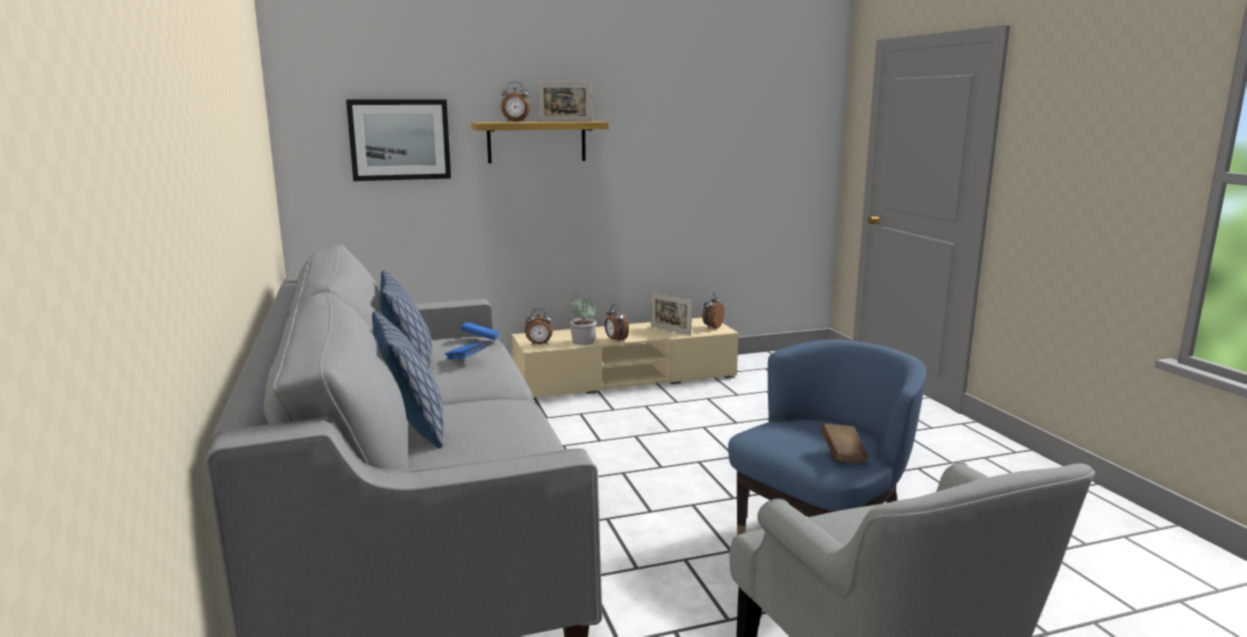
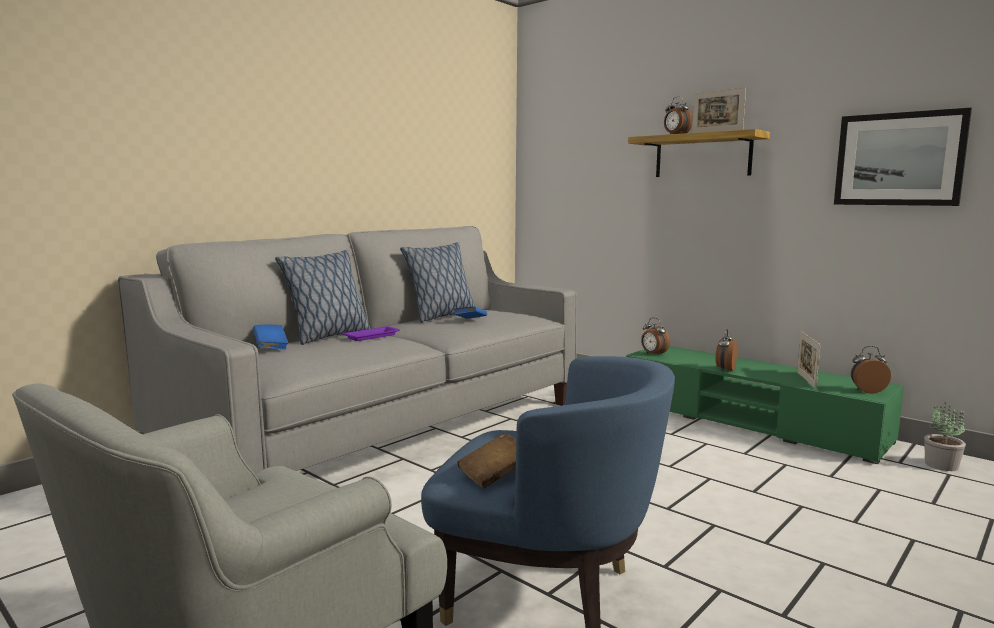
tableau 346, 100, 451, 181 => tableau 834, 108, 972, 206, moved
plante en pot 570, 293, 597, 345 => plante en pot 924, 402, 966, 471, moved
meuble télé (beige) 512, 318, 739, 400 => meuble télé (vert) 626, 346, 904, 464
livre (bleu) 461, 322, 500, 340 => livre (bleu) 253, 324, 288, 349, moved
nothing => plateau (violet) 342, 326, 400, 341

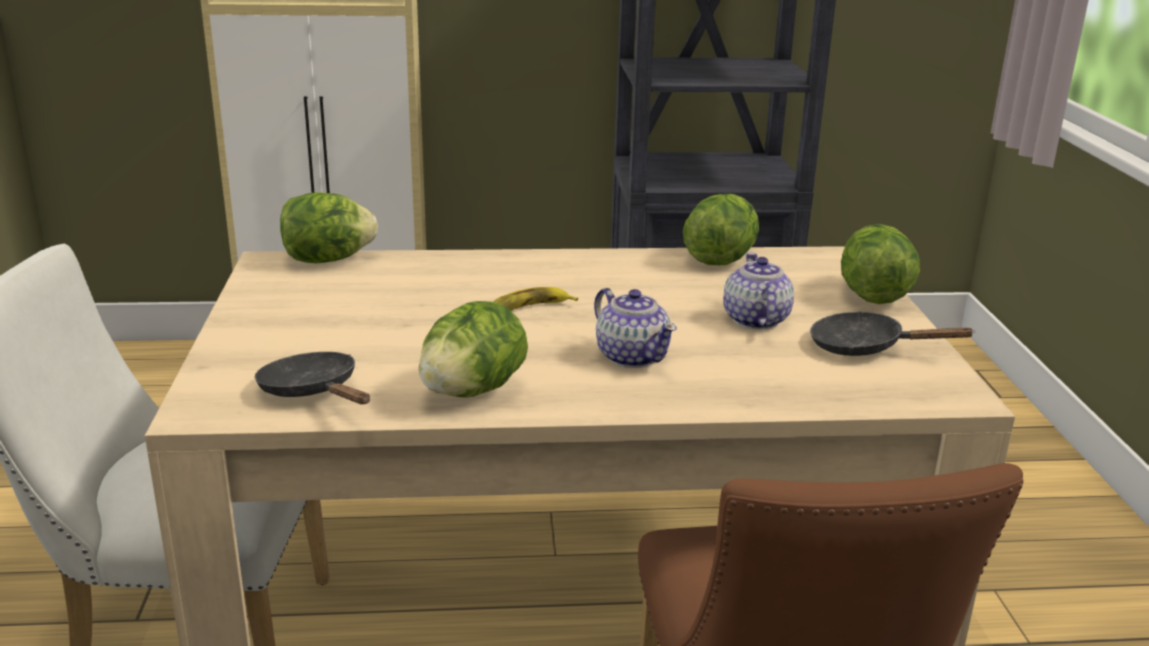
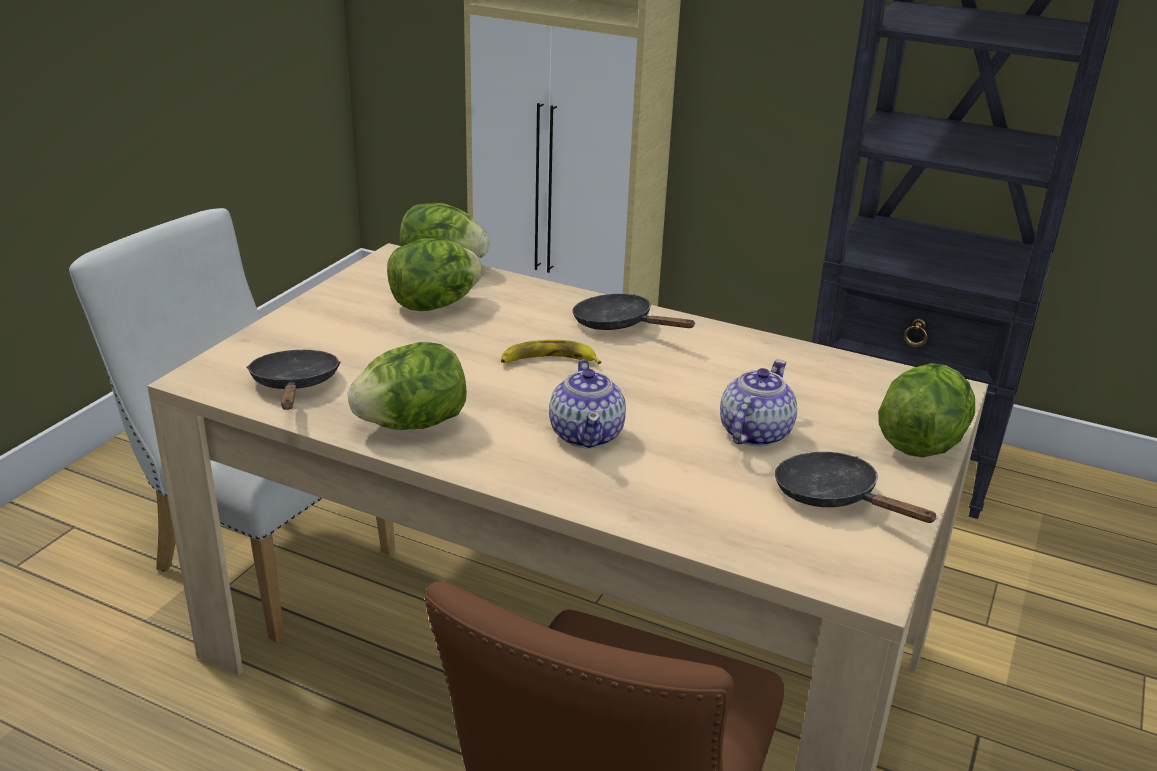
laitue 683, 194, 759, 265 => laitue 387, 238, 483, 311, moved
nothing => poêle (noir) 573, 294, 696, 330

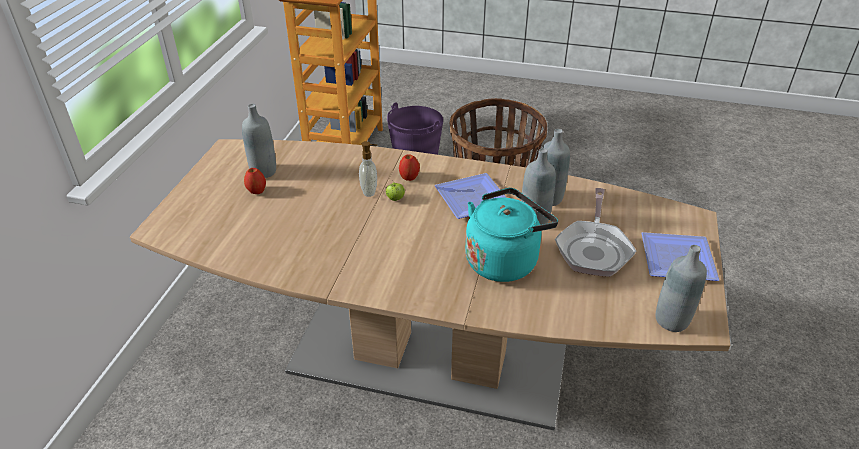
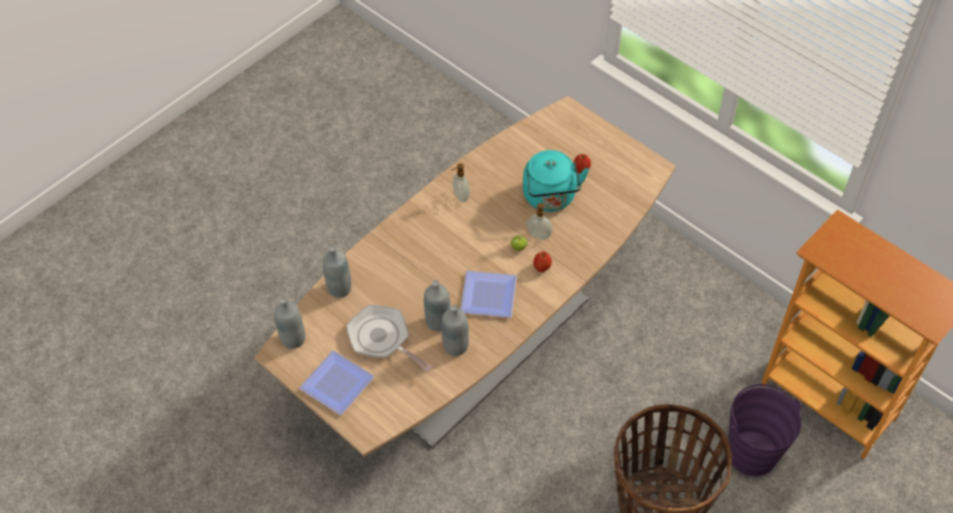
bouteille (gris) 242, 104, 276, 178 => bouteille (gris) 323, 246, 351, 298, moved
bouilloire (turquoise) 465, 188, 558, 282 => bouilloire (turquoise) 523, 150, 589, 212, moved
nothing => distributeur de savon 452, 163, 470, 202

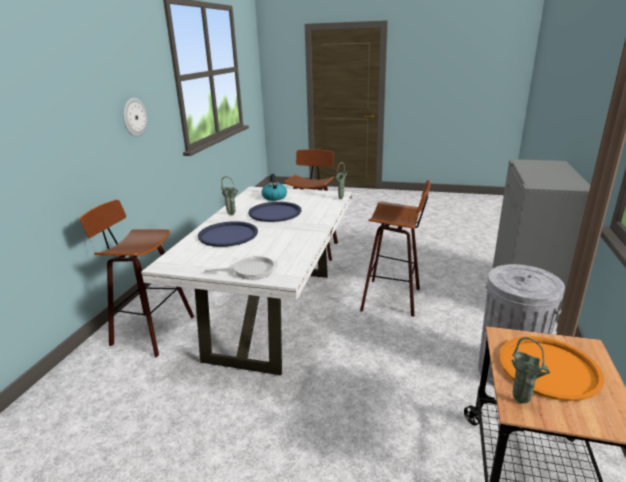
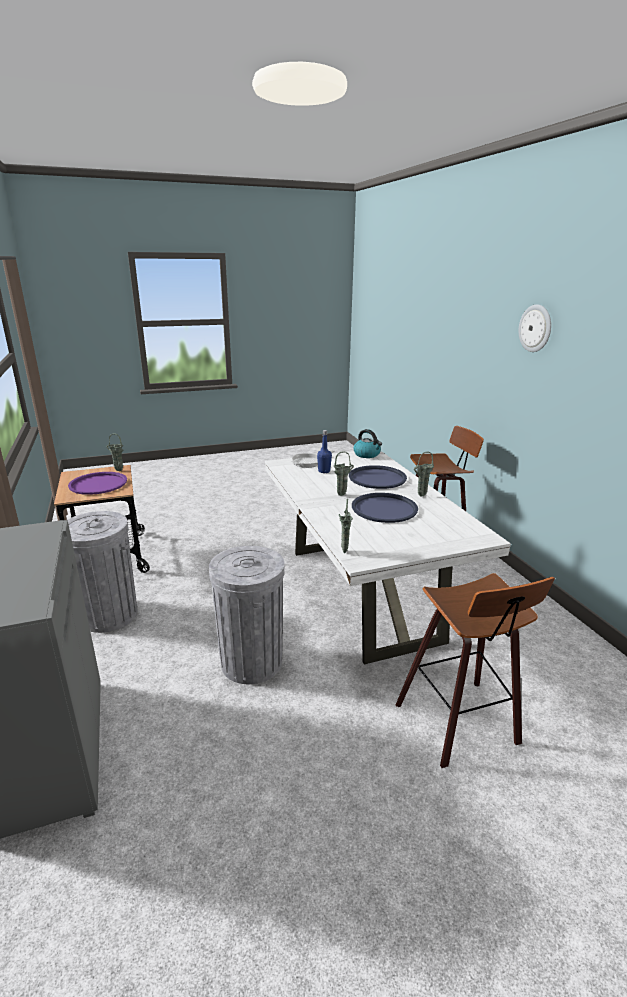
horloge murale 123, 98, 147, 137 => horloge murale 519, 304, 551, 352, moved
bouilloire 262, 174, 287, 201 => bouilloire 353, 429, 382, 458, moved
tabouret 360, 180, 431, 317 => poubelle (gris) 209, 546, 285, 684
plateau (orange) 499, 336, 604, 401 => plateau (violet) 68, 472, 127, 495
nothing => bouteille (bleu) 317, 430, 332, 473
nothing => vase (vert) 334, 451, 354, 496

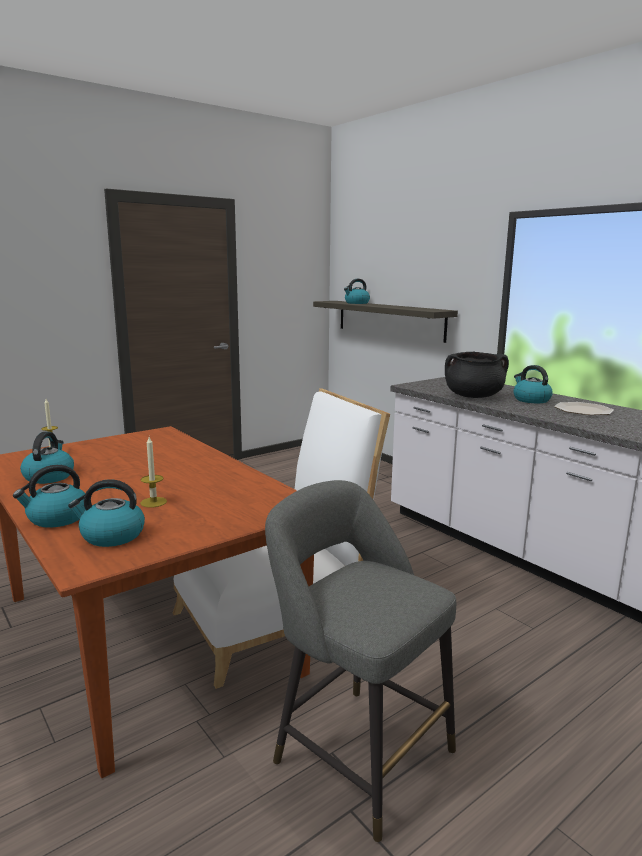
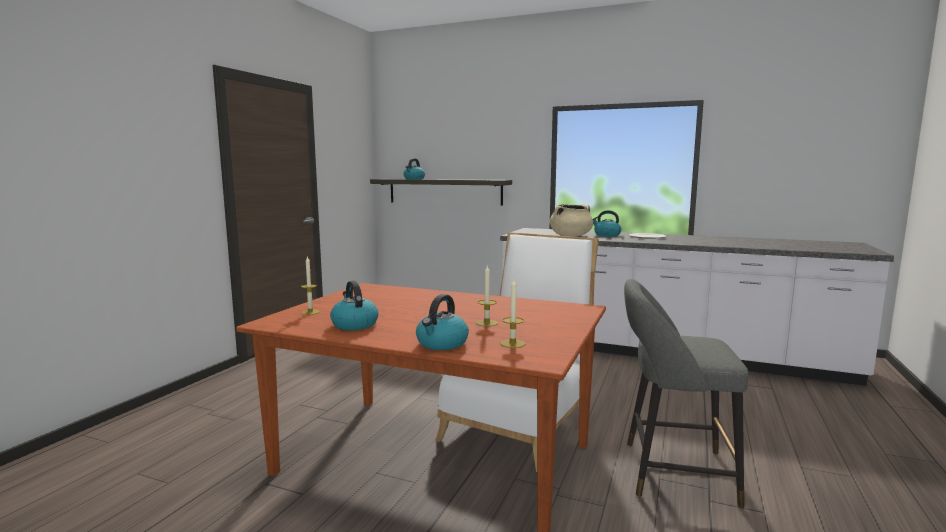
marmite (noir) 445, 352, 509, 398 => marmite (beige) 550, 204, 593, 237
bouilloire 68, 479, 145, 547 => bougie 500, 279, 525, 348

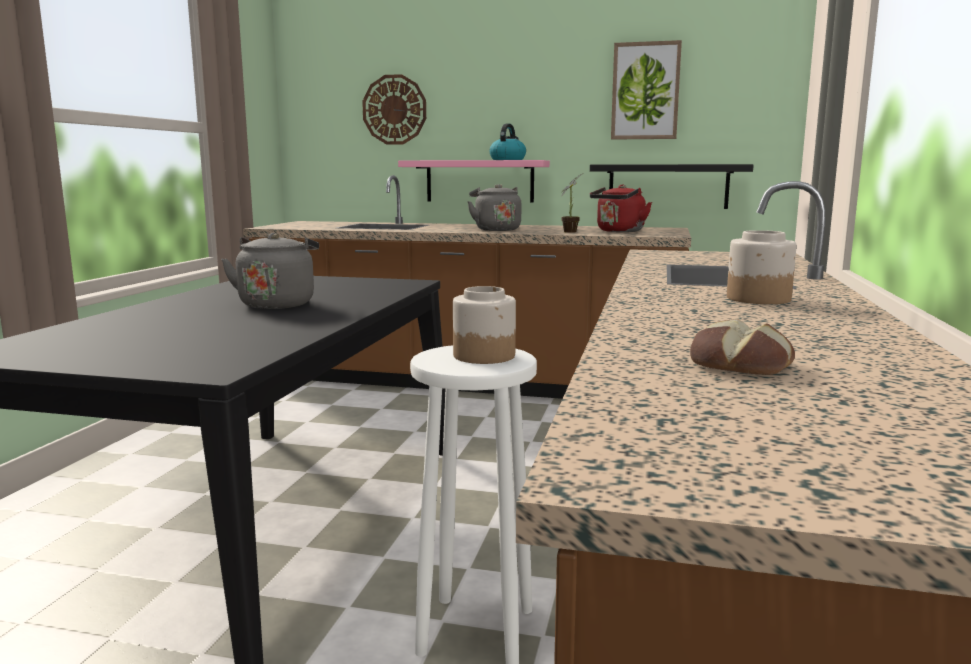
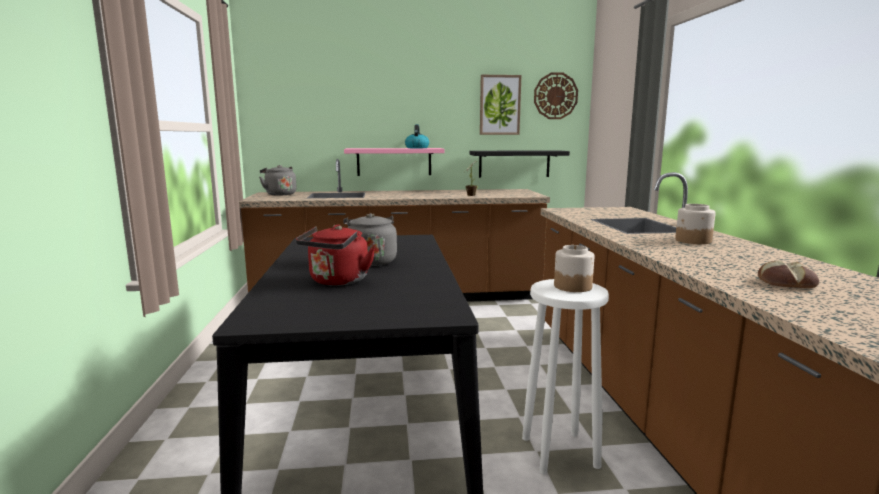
horloge murale 362, 74, 426, 145 => horloge murale 534, 72, 578, 119, moved
bouilloire (gris) 467, 184, 521, 231 => bouilloire (gris) 259, 165, 297, 195, moved
bouilloire (rouge) 590, 184, 652, 232 => bouilloire (rouge) 296, 225, 375, 286, moved

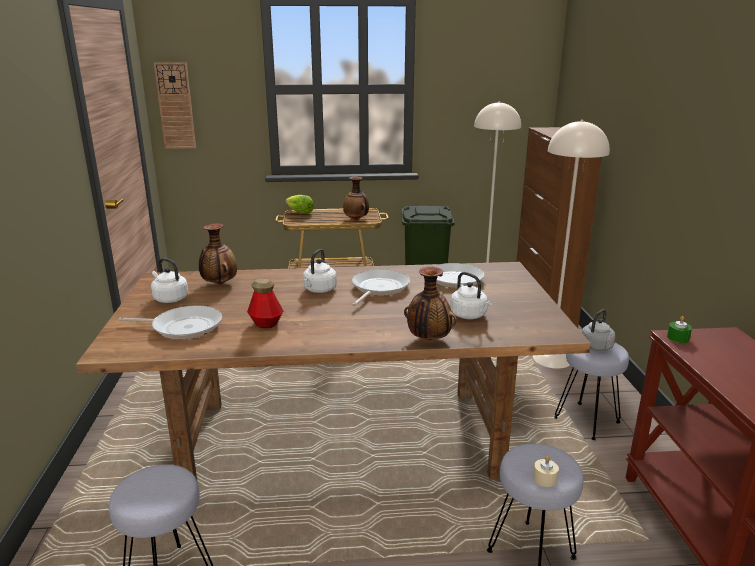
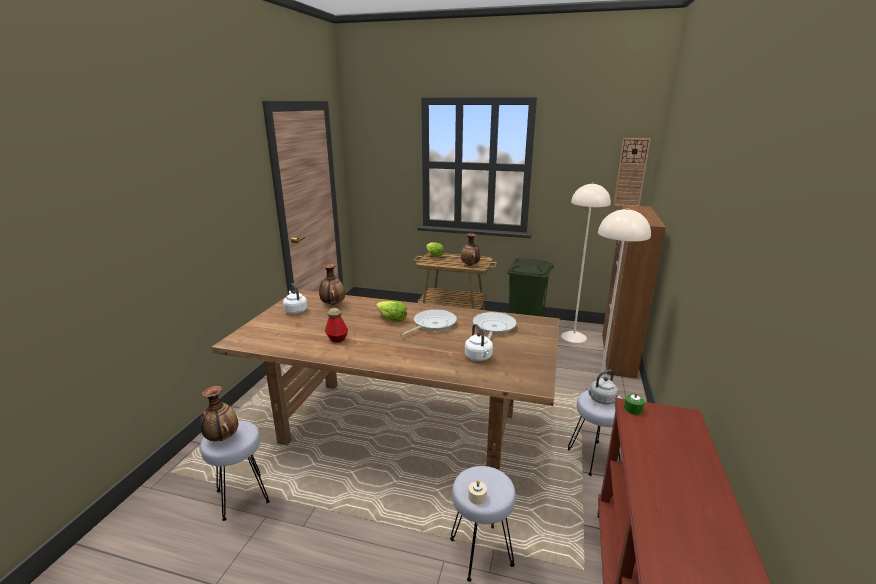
horloge murale 154, 62, 196, 149 => horloge murale 613, 138, 651, 206, moved
bouilloire (blanc) 303, 249, 337, 293 => laitue 376, 301, 407, 322
vase 404, 266, 457, 340 => vase 200, 386, 238, 441, moved
poêle 118, 306, 222, 339 => nothing

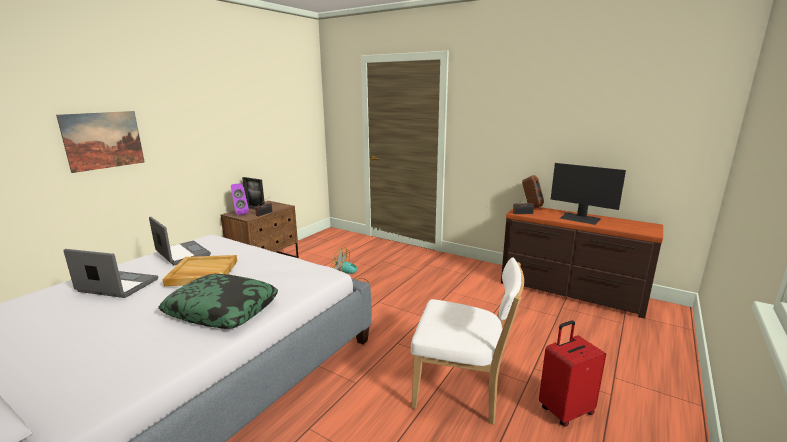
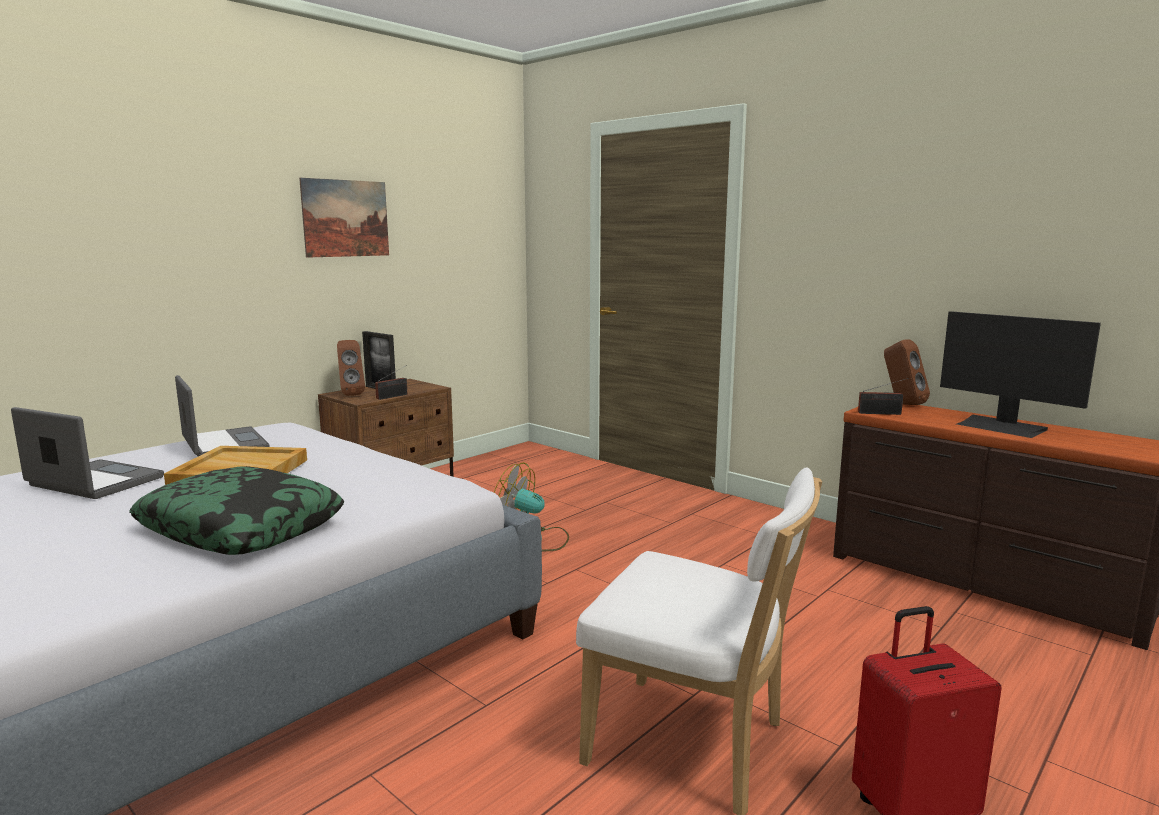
tableau 56, 111, 145, 173 => tableau 299, 178, 389, 258, moved
enceinte (violet) 231, 184, 249, 215 => enceinte (marron) 337, 340, 365, 396

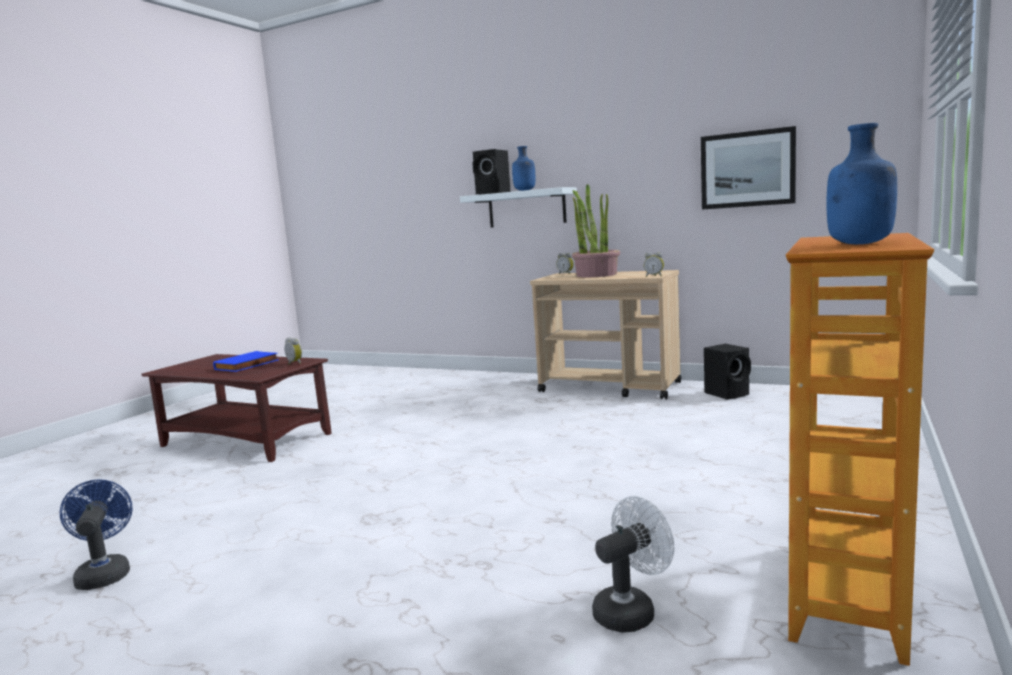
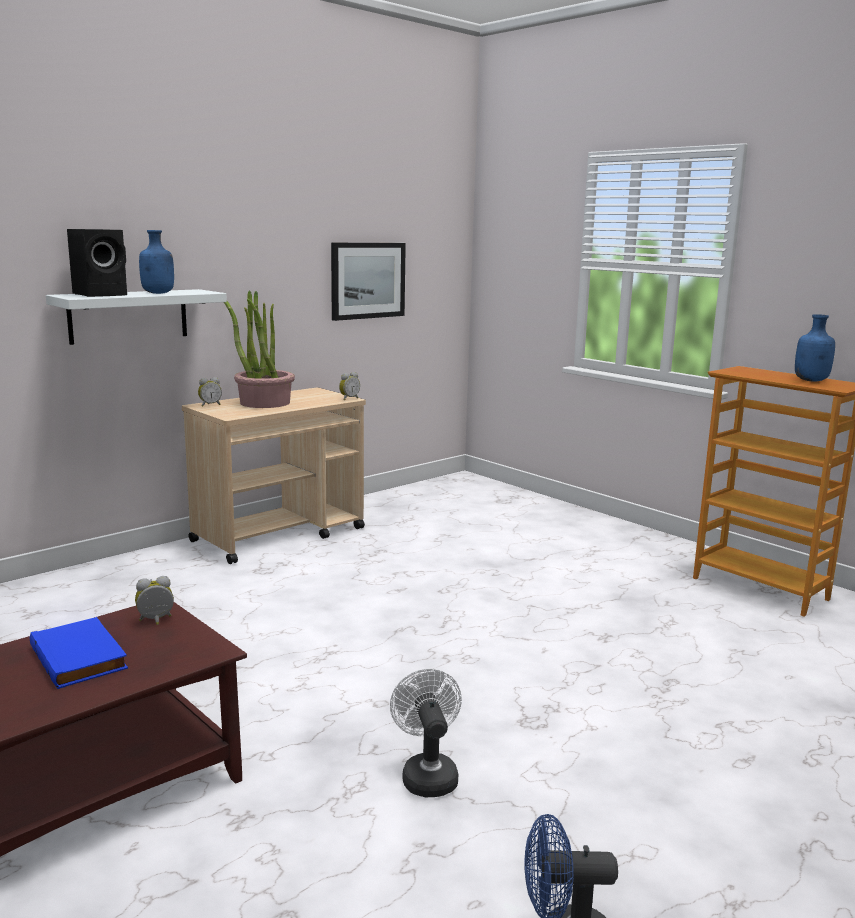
enceinte (noir) 704, 344, 751, 400 => nothing
ventilateur (blanc) 592, 496, 674, 633 => ventilateur (blanc) 390, 669, 462, 797, moved

